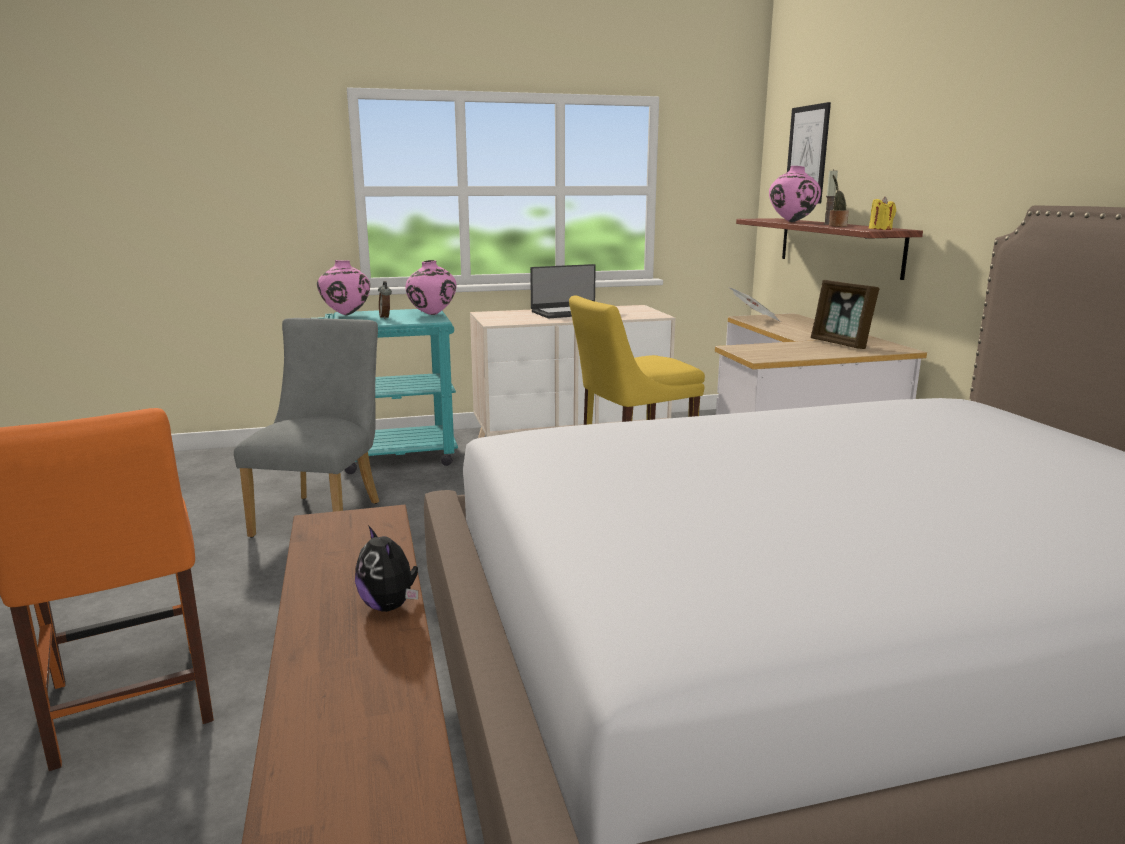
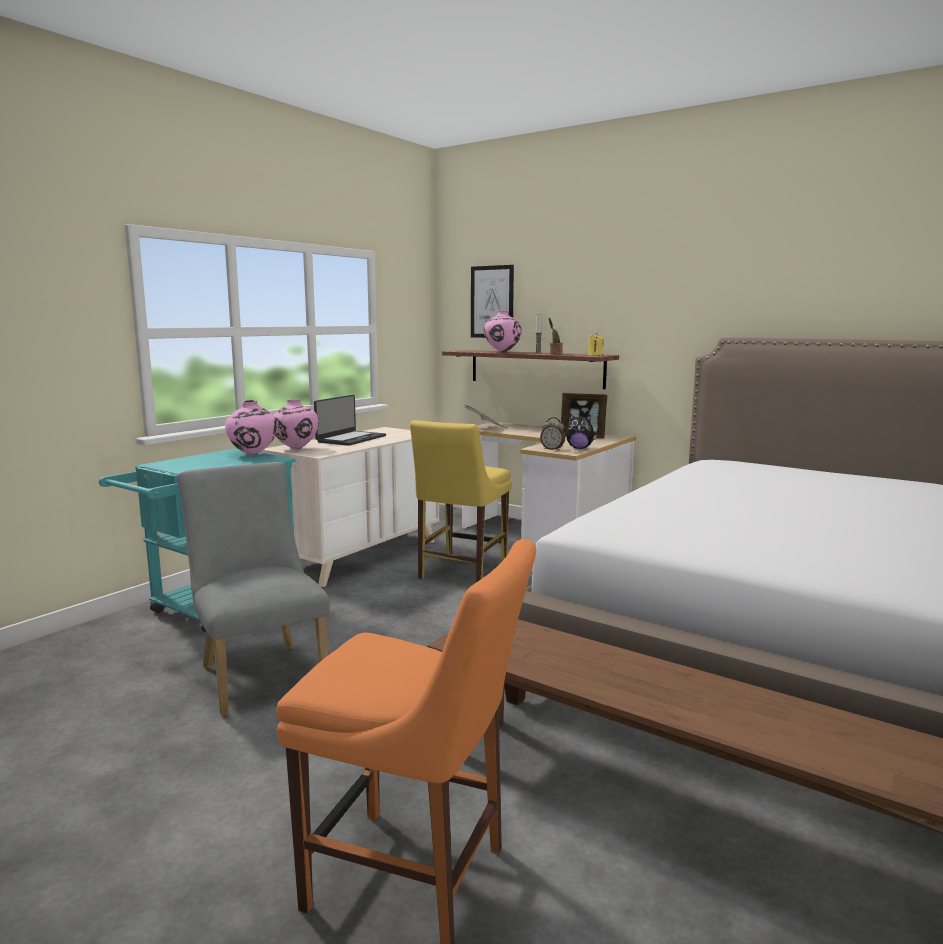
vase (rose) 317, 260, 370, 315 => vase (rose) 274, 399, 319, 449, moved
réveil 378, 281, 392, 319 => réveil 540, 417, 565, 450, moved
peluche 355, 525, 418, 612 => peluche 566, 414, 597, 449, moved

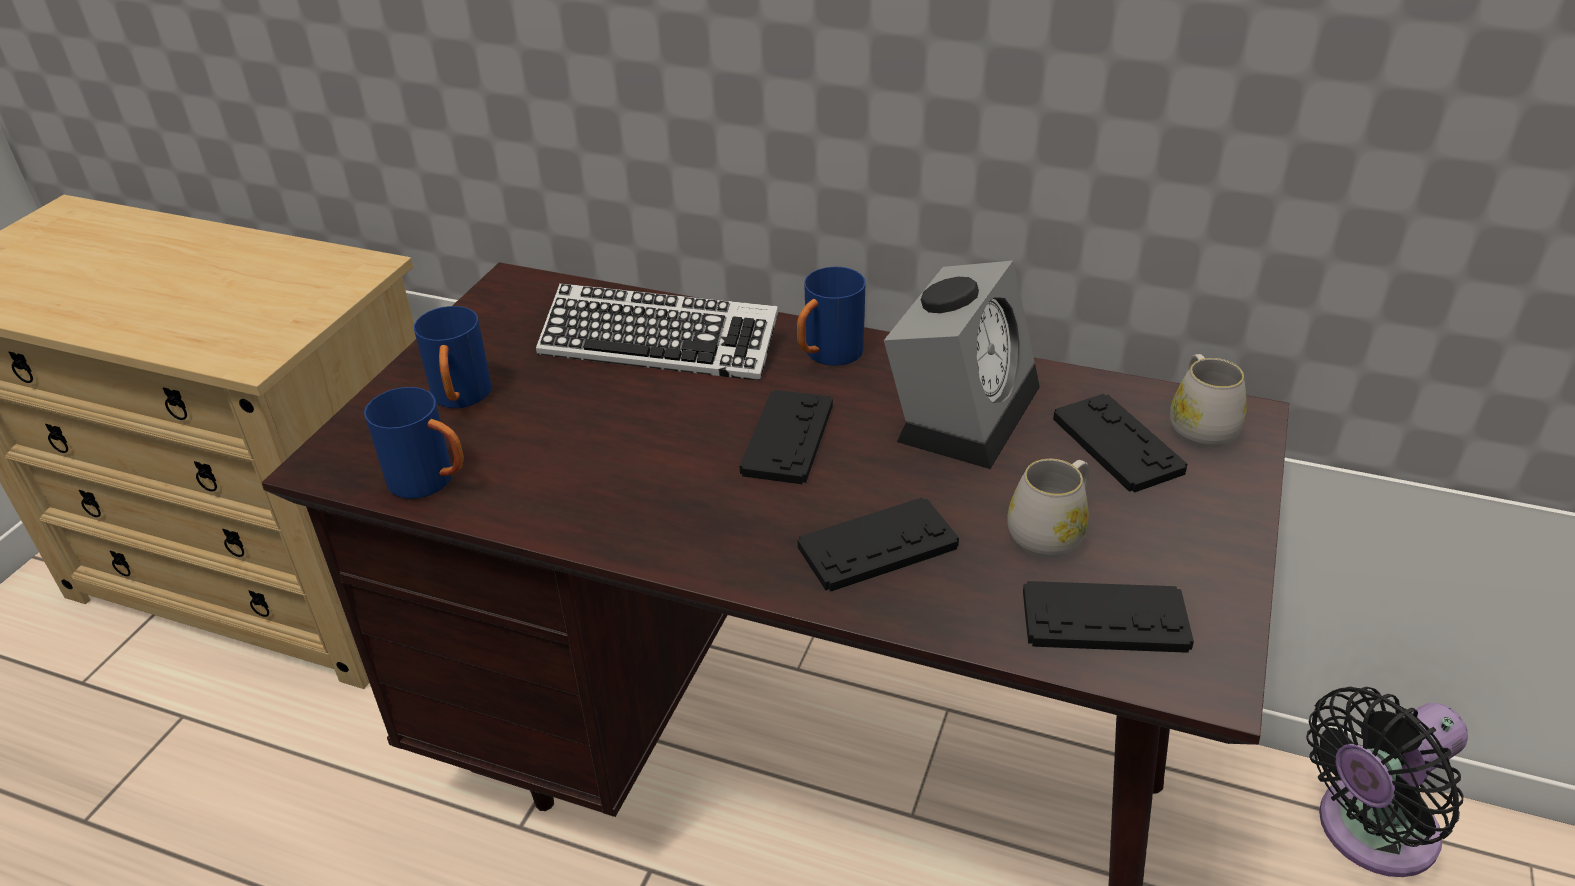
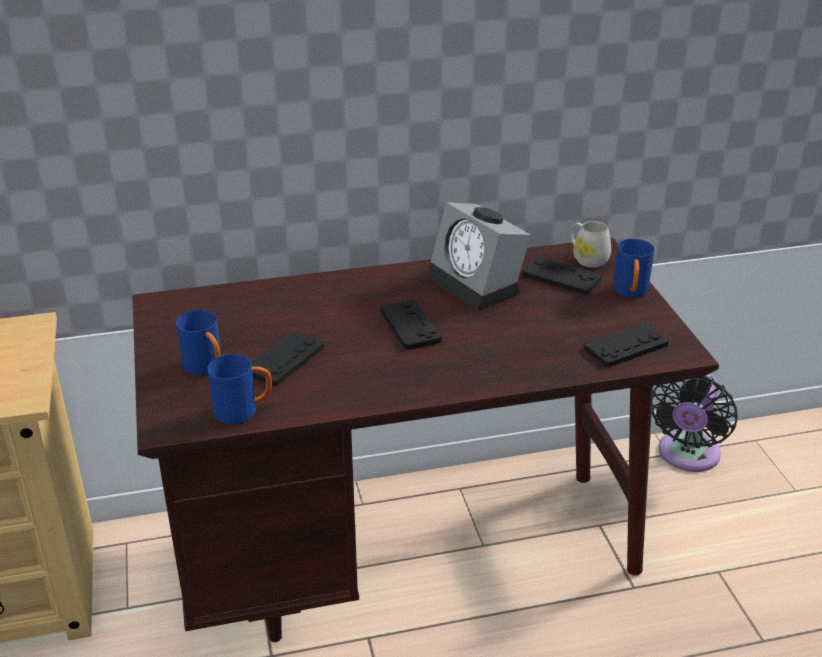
réveil 884, 261, 1040, 469 => réveil 427, 202, 531, 311, 150 degrees clockwise
mug (bleu) 797, 267, 866, 366 => mug (bleu) 613, 239, 655, 298, moved
clavier 536, 283, 779, 381 => nothing
mug (blanc) 1007, 459, 1089, 558 => nothing
manette (noir) 798, 498, 959, 592 => manette (noir) 251, 331, 324, 386, moved

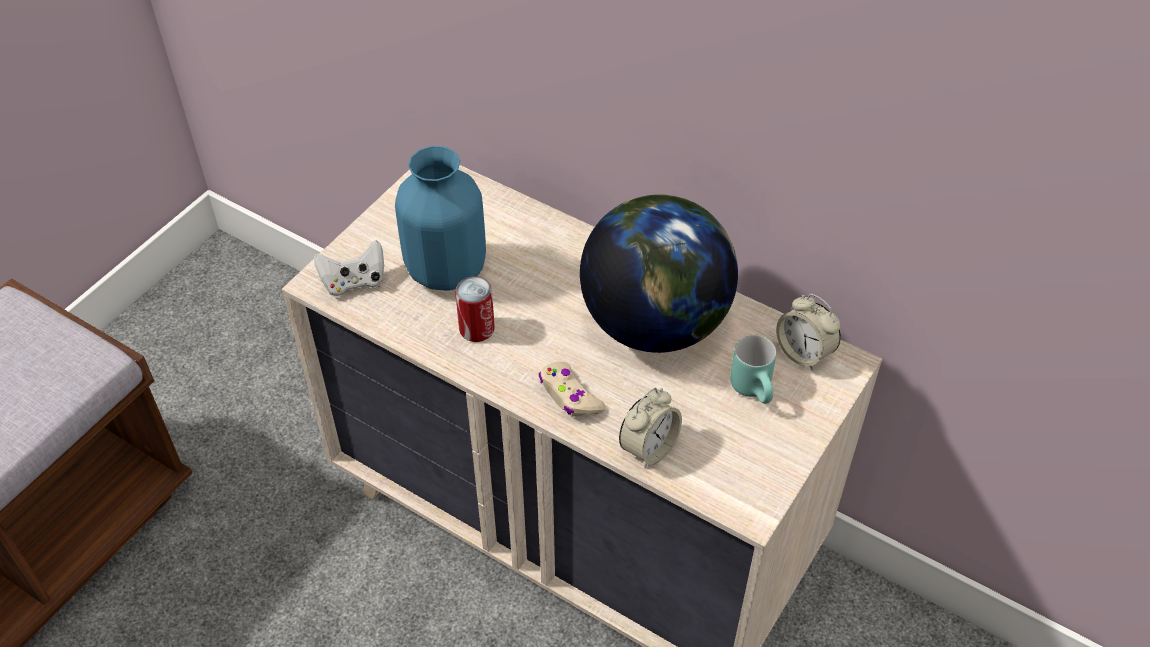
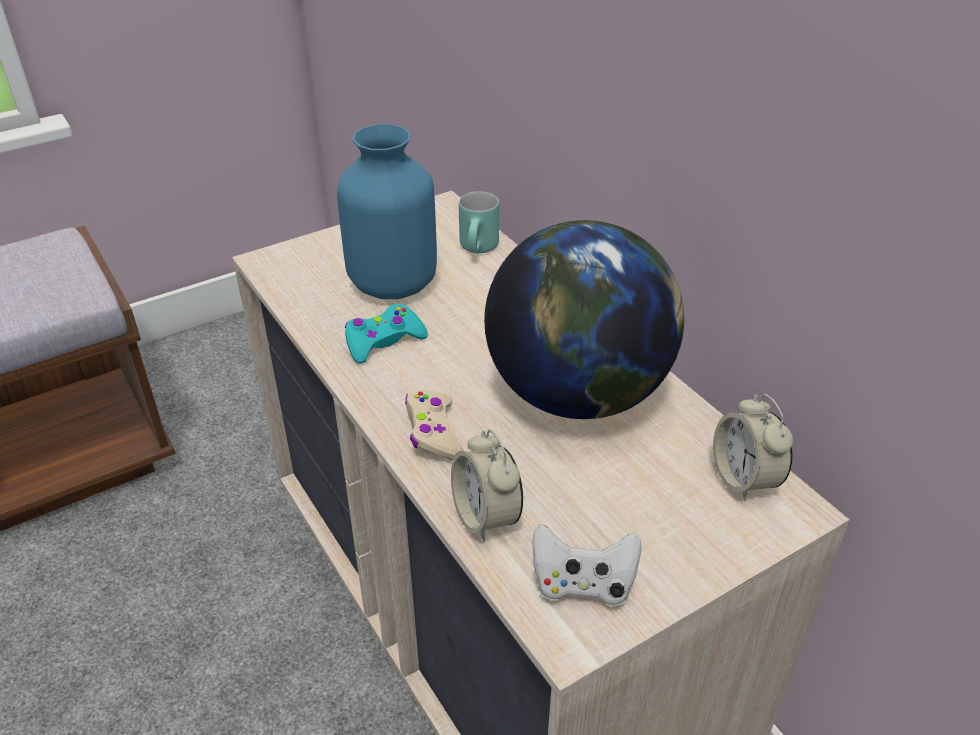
manette (blanc) 314, 240, 384, 297 => manette (blanc) 532, 524, 642, 607, moved
boîte métallique 455, 276, 495, 342 => manette (turquoise) 345, 304, 428, 364
mug (turquoise) 730, 335, 776, 404 => mug (turquoise) 459, 191, 499, 253, moved
réveil 619, 388, 682, 468 => réveil 451, 429, 523, 542, 90 degrees clockwise

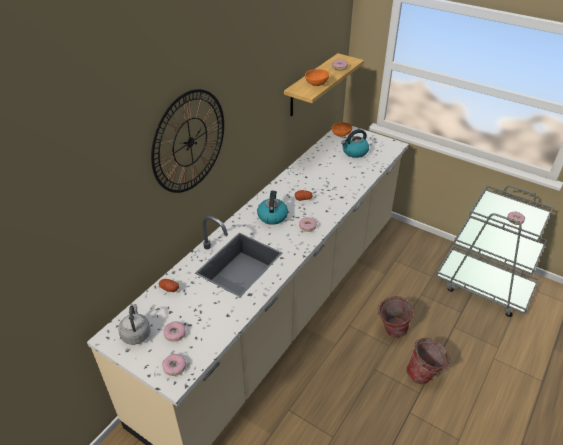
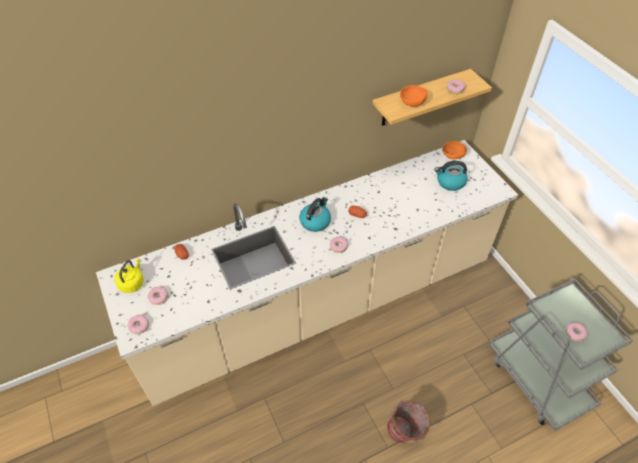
horloge murale 151, 89, 224, 193 => nothing
seau 377, 296, 414, 338 => nothing
bouilloire (gris) 118, 304, 151, 345 => bouilloire (jaune) 115, 258, 144, 293

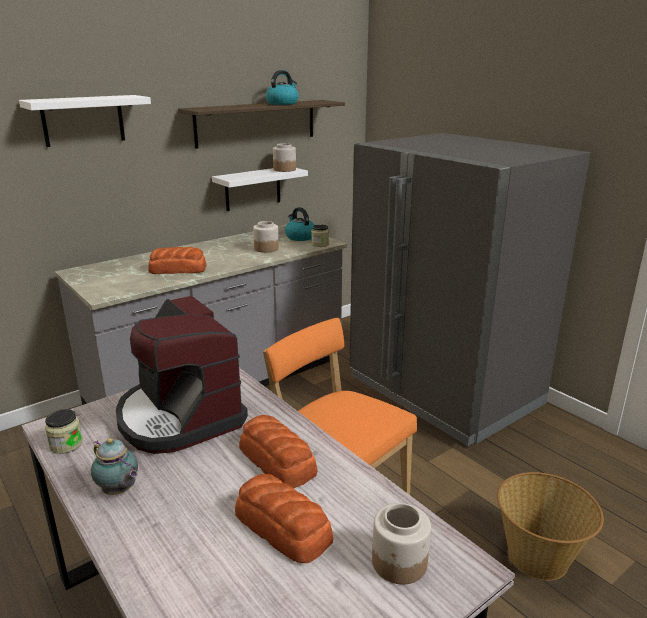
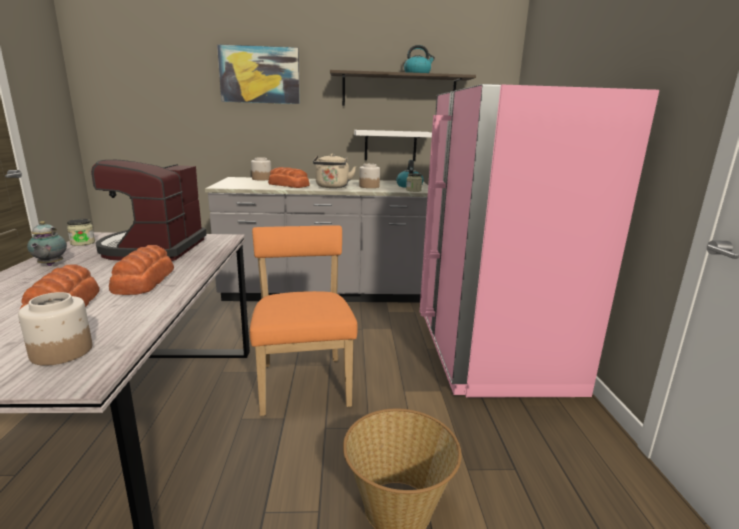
étagère (blanc) 19, 95, 151, 147 => tableau 217, 44, 300, 104
réfrigérateur (gris) 349, 133, 590, 446 => réfrigérateur (rose) 420, 84, 659, 398
bocal 273, 143, 296, 172 => bocal 251, 157, 271, 180, moved
nothing => bouilloire (beige) 313, 154, 356, 188

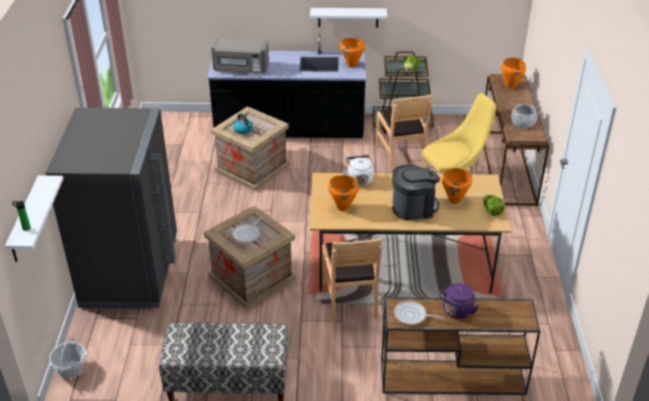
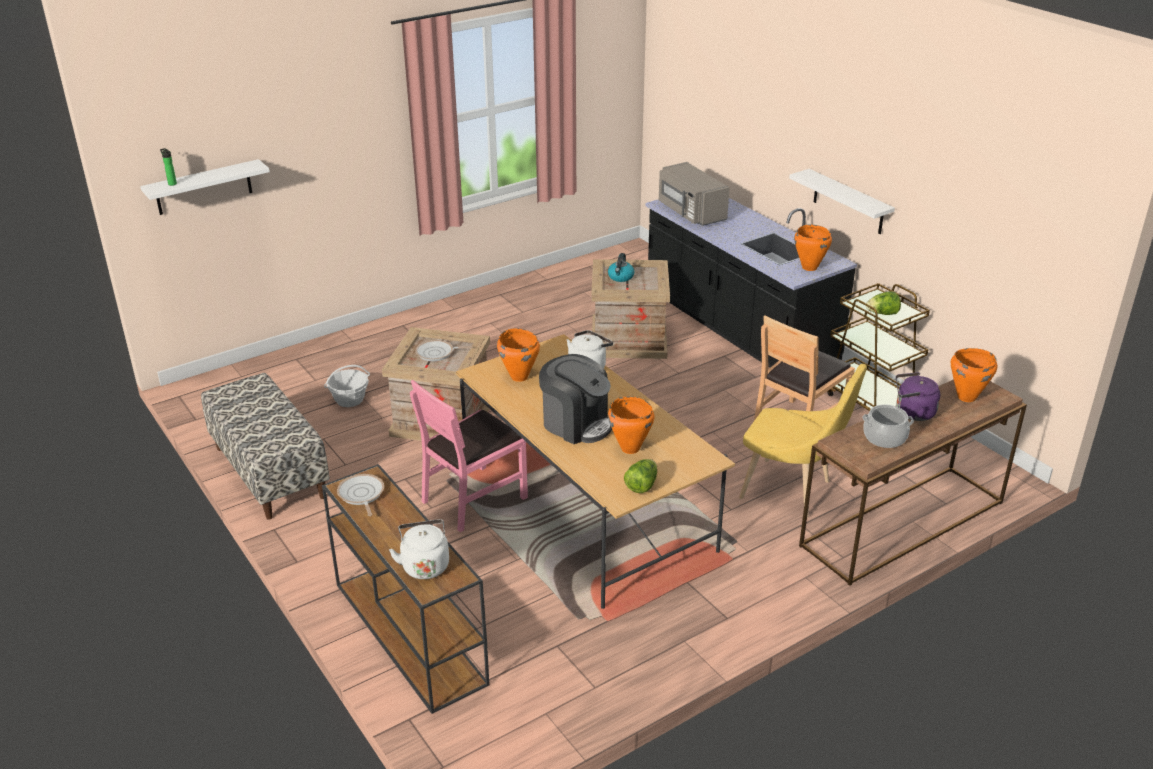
réfrigérateur (gris) 45, 108, 177, 309 => nothing
chaise (marron) 322, 238, 382, 323 => chaise (rose) 410, 380, 528, 532
bouilloire (violet) 439, 283, 479, 319 => bouilloire (violet) 896, 372, 940, 421, moved
panier 49, 338, 87, 378 => panier 324, 365, 370, 407, moved
nothing => bouilloire (blanc) 389, 519, 449, 579

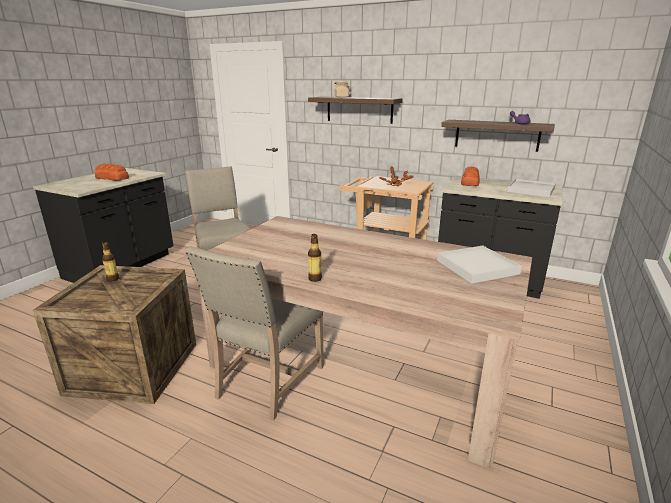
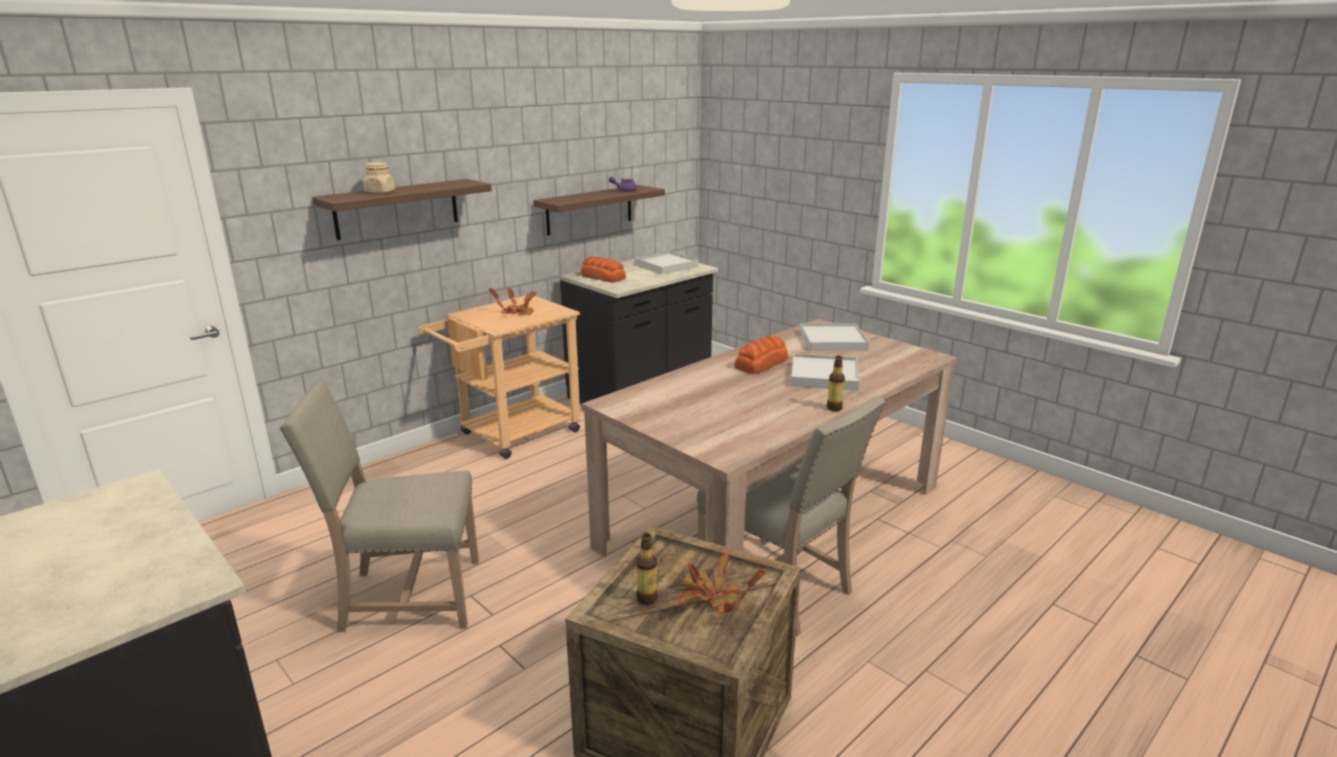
pain 95, 164, 129, 181 => pain 734, 336, 788, 373, moved
nothing => plateau (blanc) 791, 354, 859, 391
nothing => plante en pot 679, 553, 766, 613

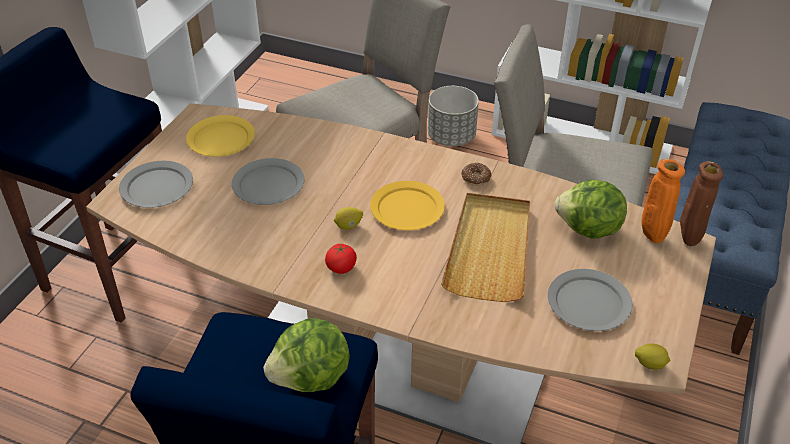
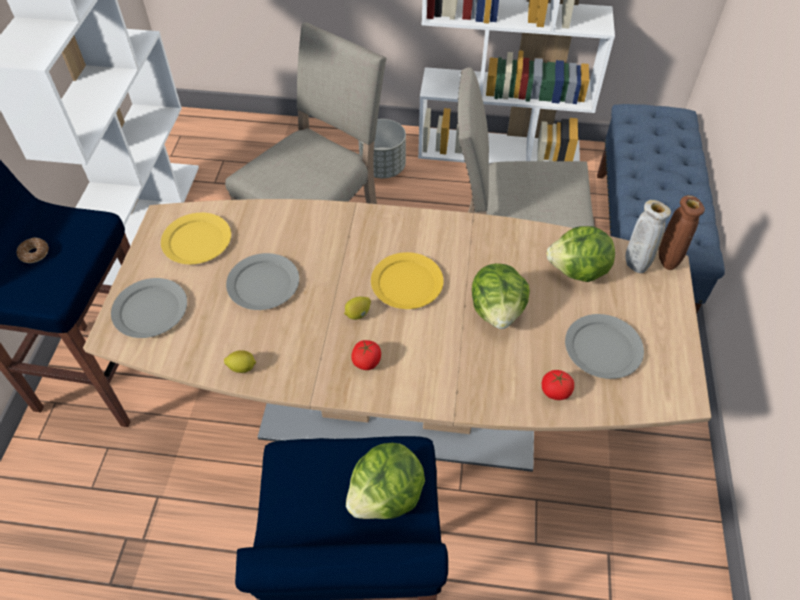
vase (orange) 642, 159, 685, 243 => vase (beige) 625, 200, 671, 273
beignet 461, 163, 491, 186 => beignet 16, 237, 49, 263, moved
plateau (beige) 441, 193, 530, 302 => laitue 472, 263, 530, 329
citron 635, 343, 671, 370 => citron 224, 350, 256, 373, moved
nothing => tomate 542, 370, 574, 400

